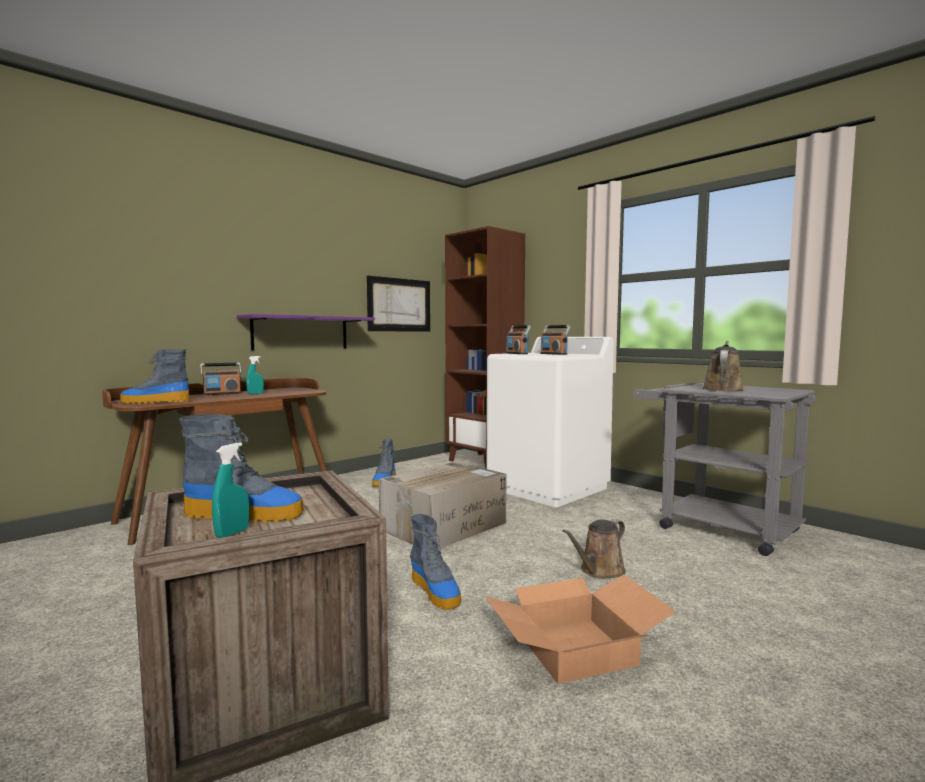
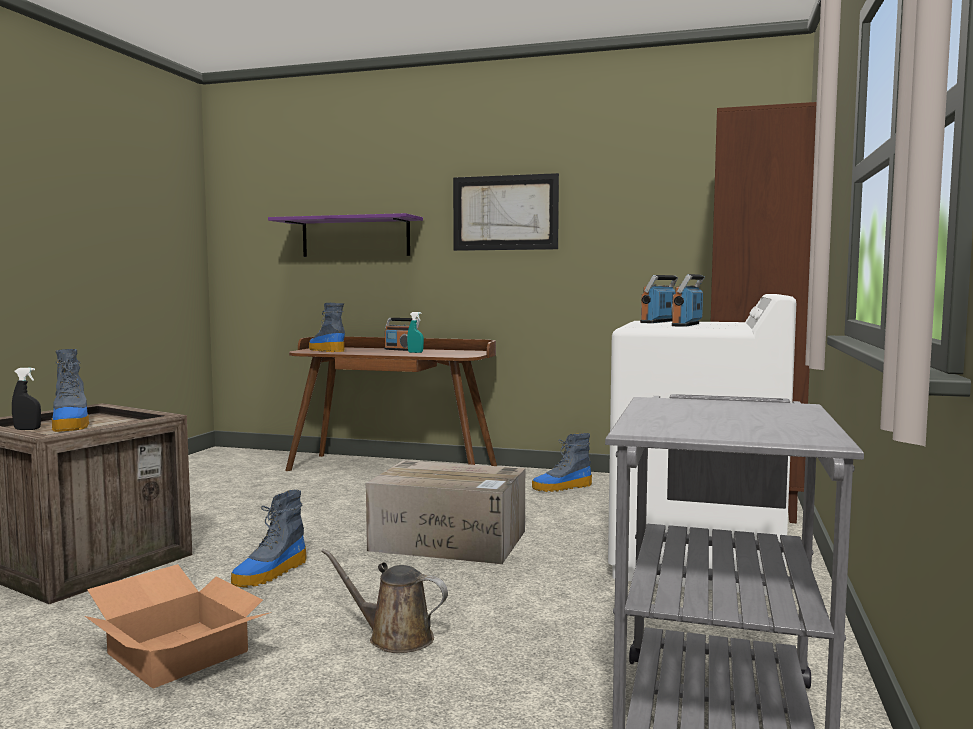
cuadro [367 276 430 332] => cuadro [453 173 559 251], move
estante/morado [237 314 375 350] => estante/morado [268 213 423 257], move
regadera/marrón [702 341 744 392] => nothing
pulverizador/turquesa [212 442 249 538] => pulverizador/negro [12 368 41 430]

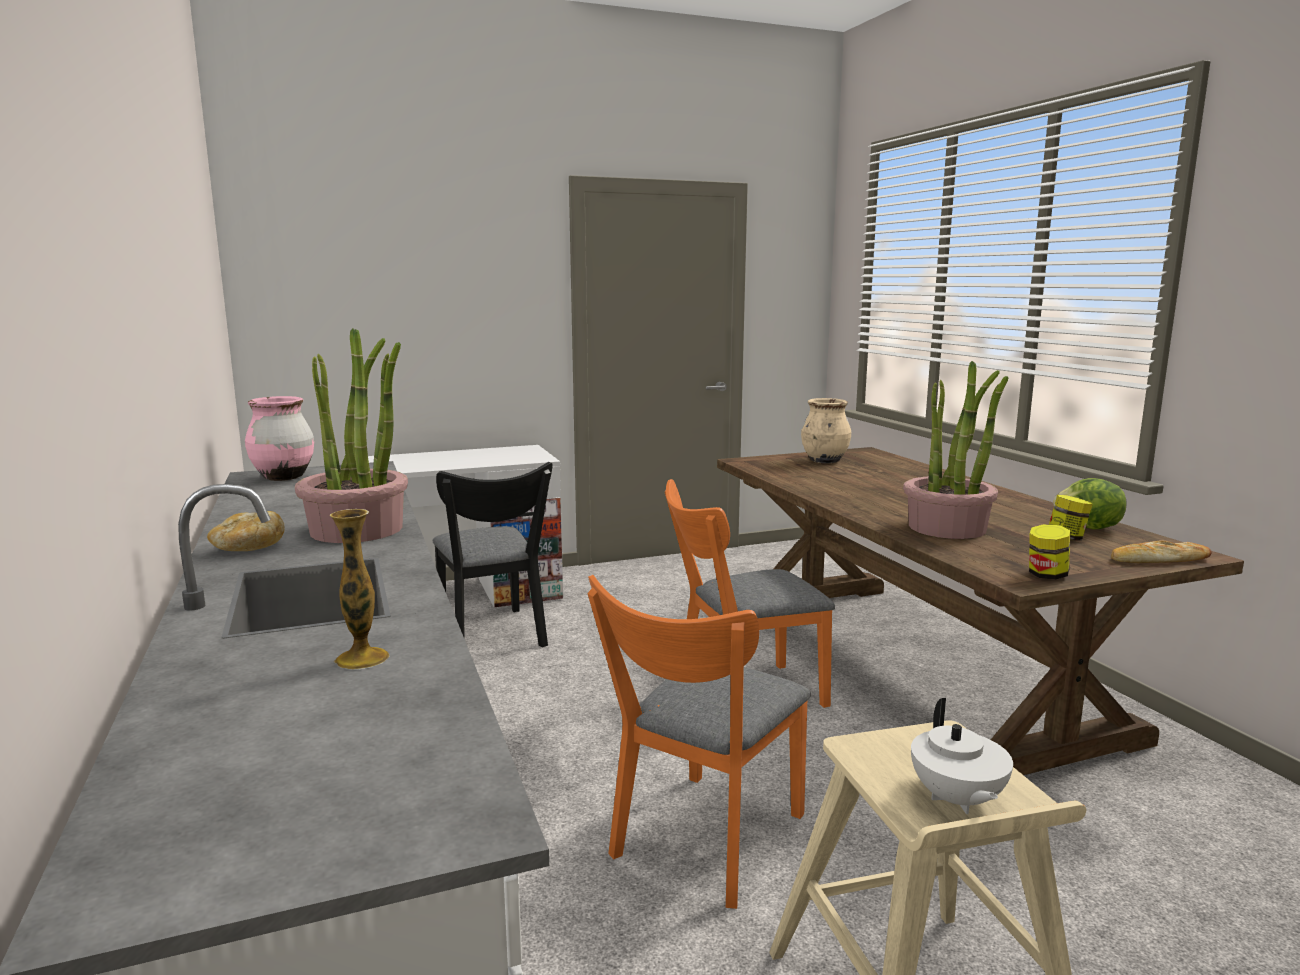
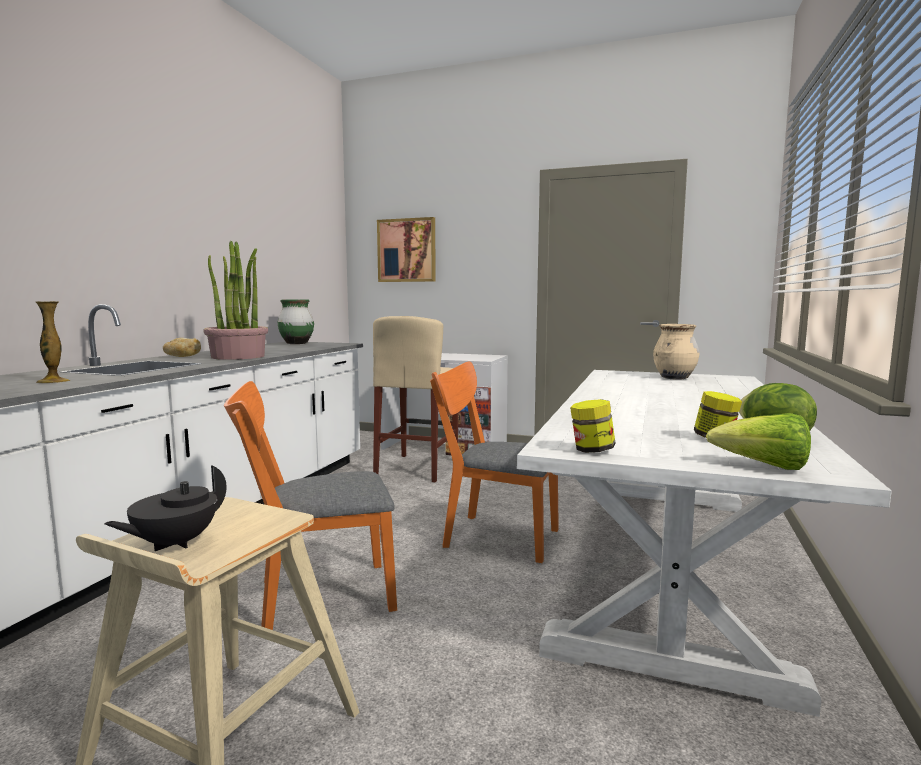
planta en maceta [903 361 1008 539] => nothing
florero/rosa [245 396 314 481] => florero/verde [278 300 314 344]
mesa de comedor/marrón [717 447 1244 775] => mesa de comedor/blanco [517 370 892 717]
silla/negro [433 462 552 647] => taburete/beis [373 316 458 482]
pan [1111 540 1211 563] => lechuga [706 413 811 470]
tetera/blanco [911 698 1013 814] => tetera/negro [104 465 227 551]
nothing => cuadro [377 217 436 282]

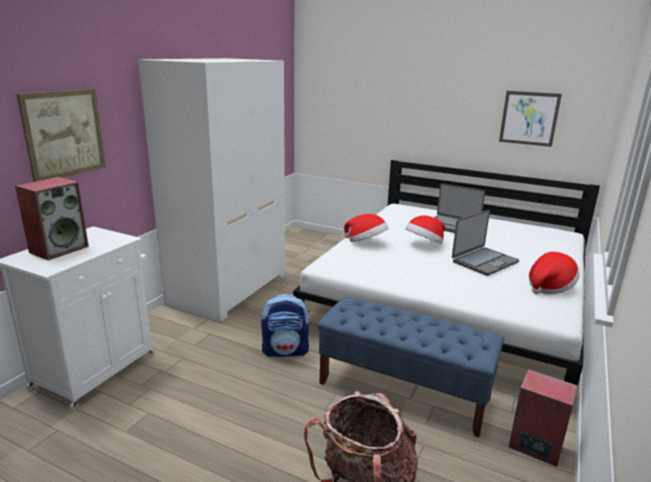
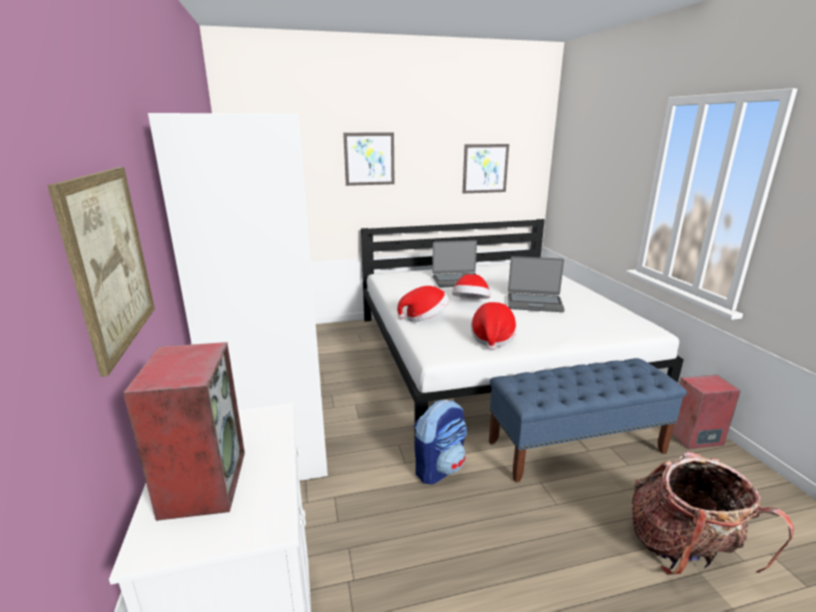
portátil [452 210 519 276] => portátil [508 256 565 312], 90 degrees clockwise
sombrero [529 252 580 294] => sombrero [471 302 517 350], move
nothing => cuadro [343 132 395 186]

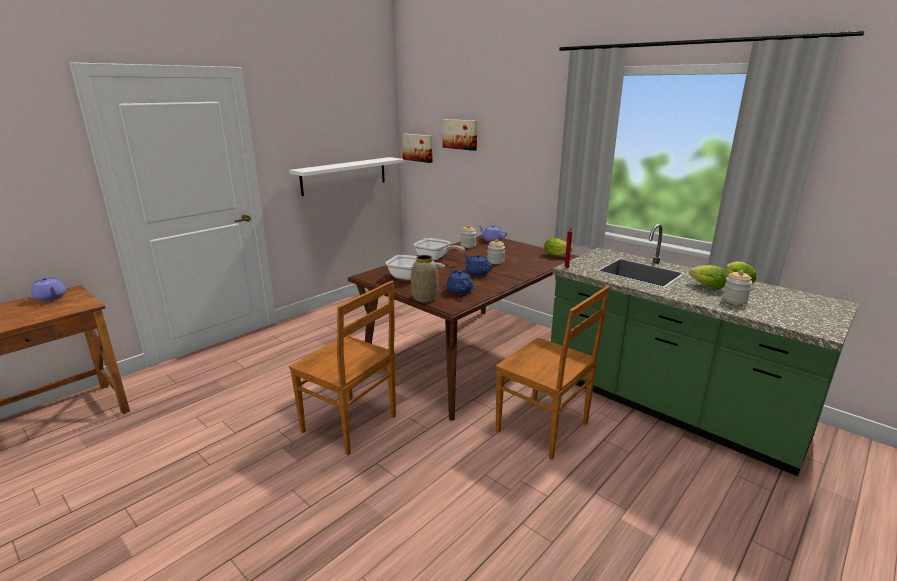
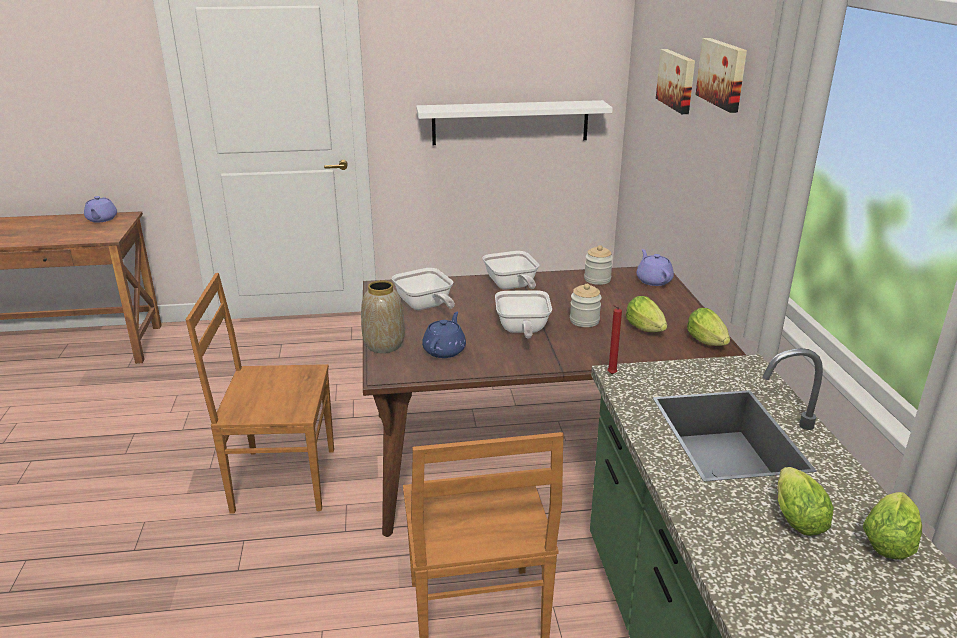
cuadro [402 133 433 163] => cuadro [695 38 747 113], move
tetera/azul [464 254 492 276] => sartén [495 290 552 338]
tarro [722 270 752 304] => nothing
silla/marrón [289 281 396 455] => silla/marrón [185 273 334 514], 105 degrees clockwise
nothing => lechuga [626 296 667 332]

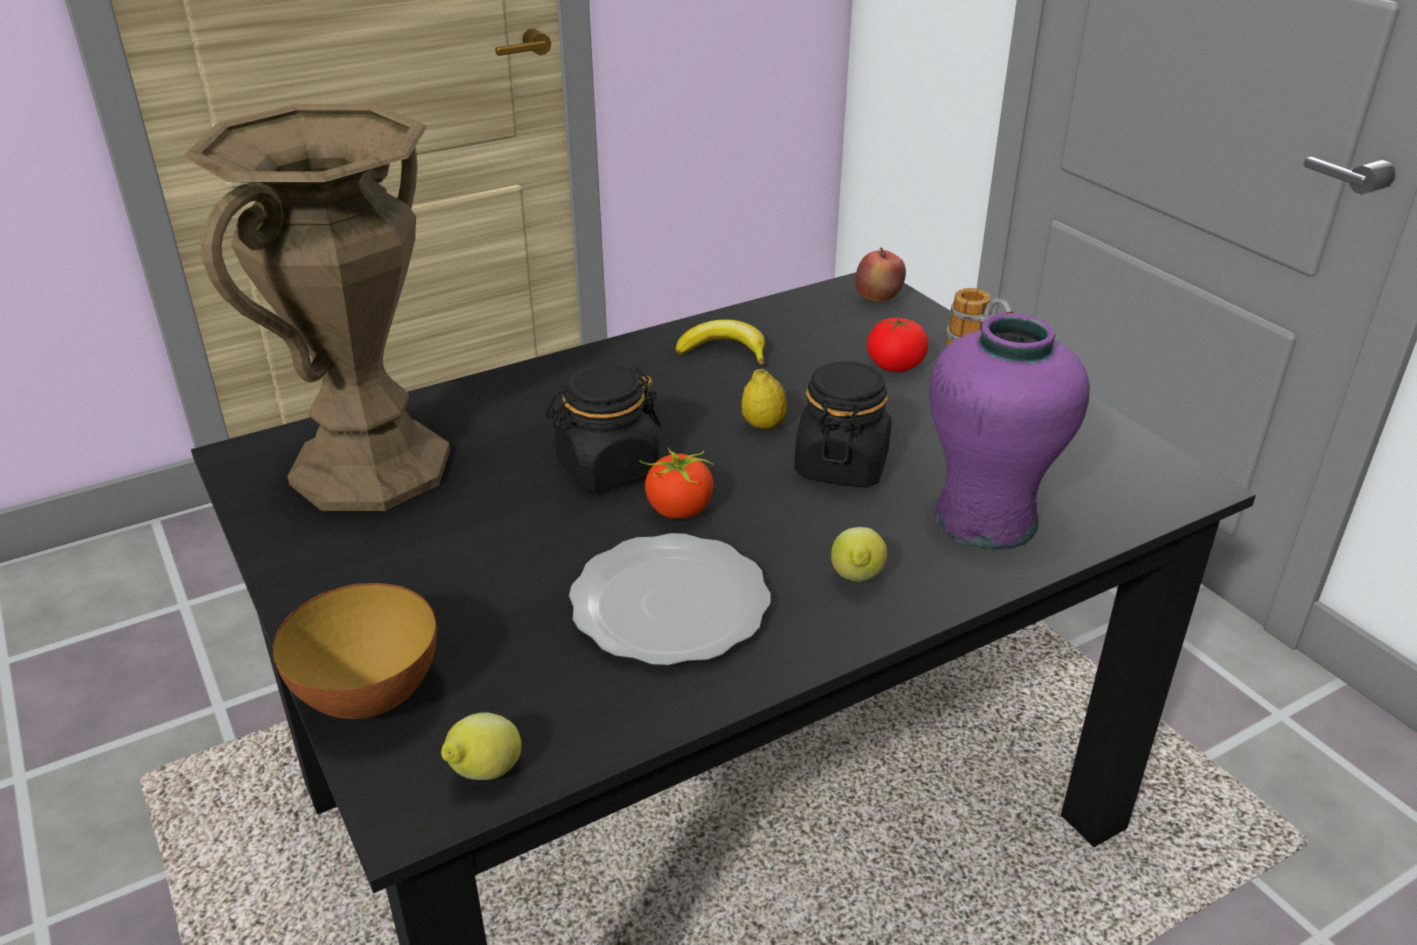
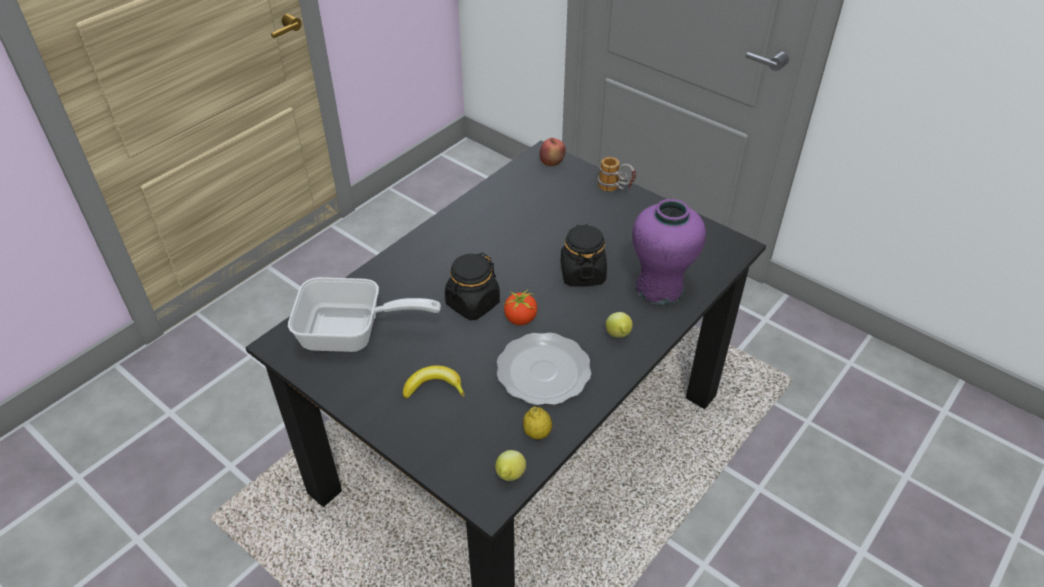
florero/marrón [184 104 450 511] => sartén [288 277 441 352]
tomate [867 316 928 372] => nothing
plátano [676 320 765 365] => plátano [403 365 465 399], move
limón [741 369 788 430] => limón [523 406 552 439], move
cuenco [273 583 437 719] => nothing

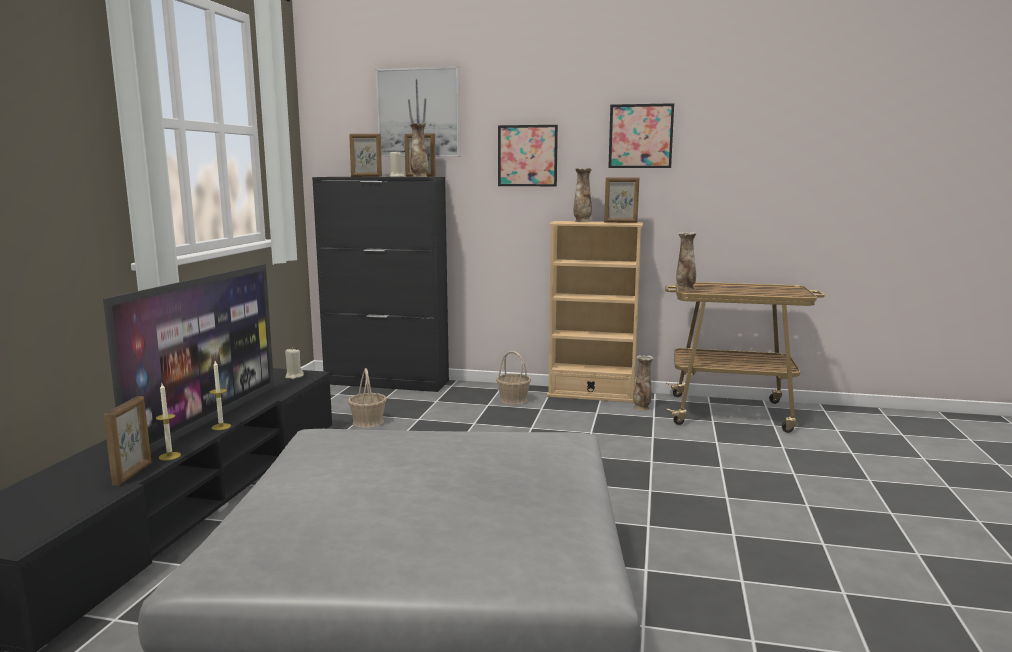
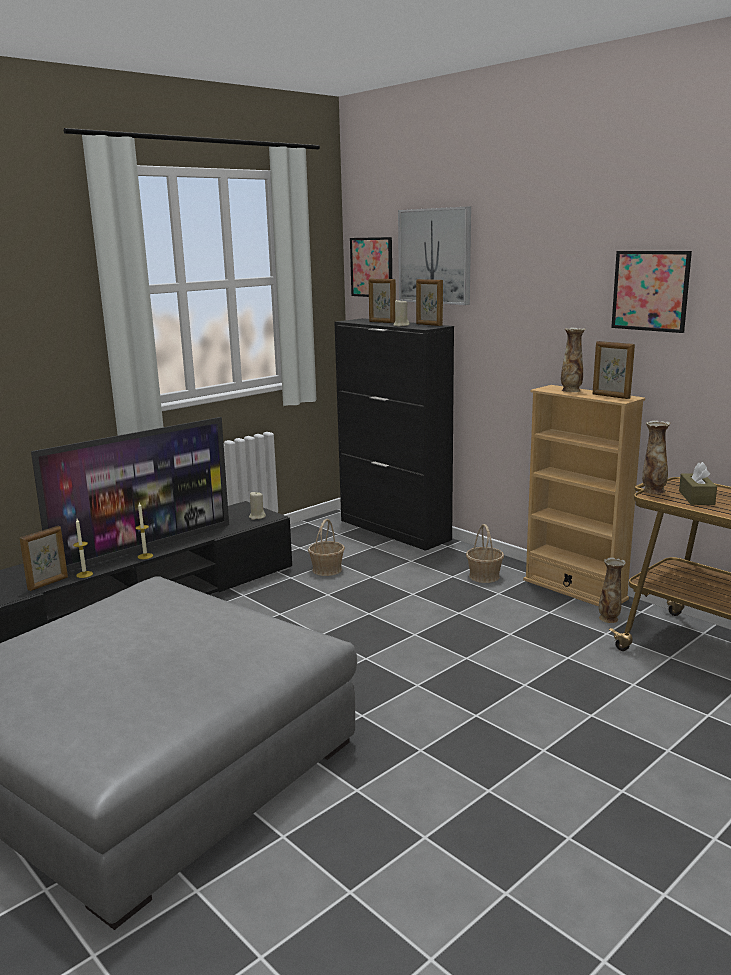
florero [409 123 428 177] => nothing
cuadro [498 125 558 186] => cuadro [350 237 392 297], move
nothing => caja de pañuelos/marrón [679 462 717 505]

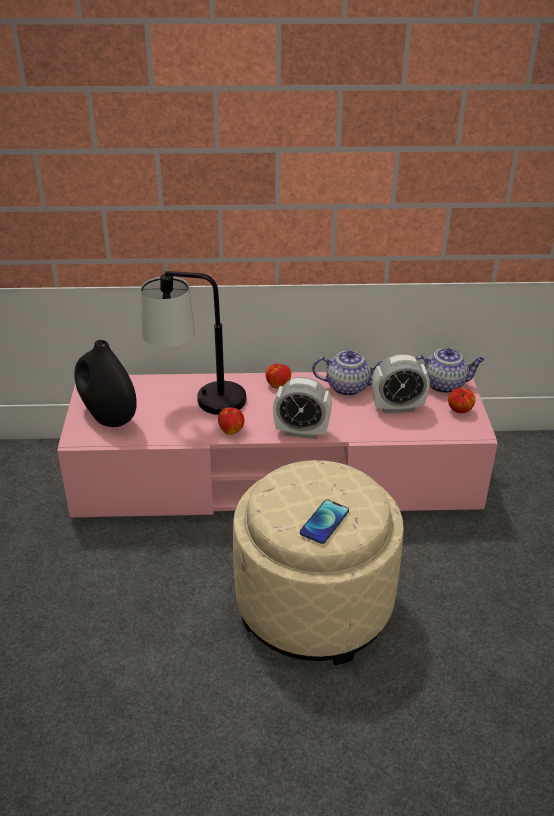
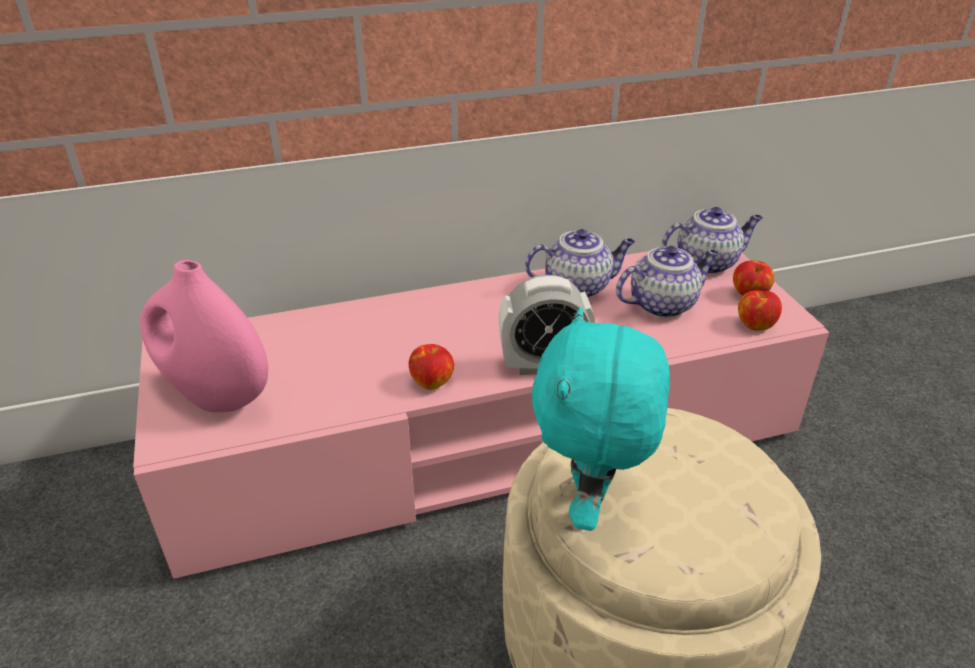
lámpara de mesa [141 271 246 415] => nothing
florero/negro [74 340 137 427] => florero/rosa [140 260 268 412]
despertador [372 354 430 413] => tetera [616 246 719 318]
manzana [266 364 291 388] => manzana [738 290 782 330], move
móvil [300 500 349 544] => nothing
nothing => peluche/turquesa [531 307 670 531]

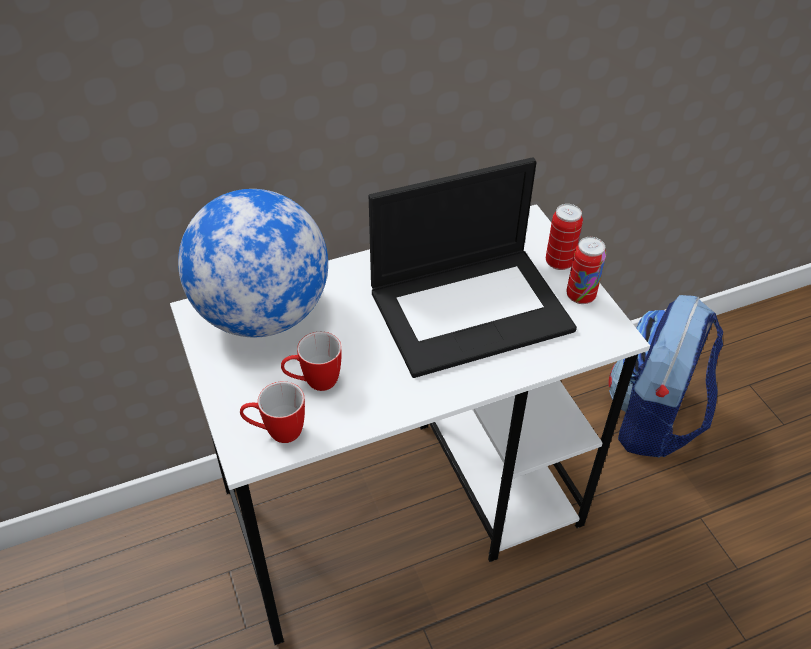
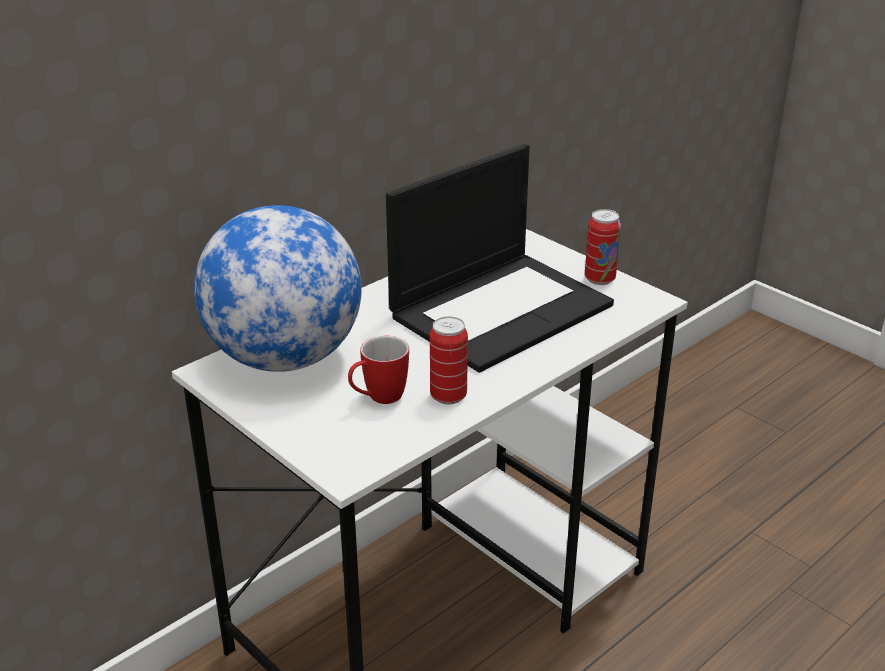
lata [546 204 583 270] => lata [430 316 468 404], move
mochila [608 295 723 457] => nothing
taza grande [240 381 305 443] => nothing

